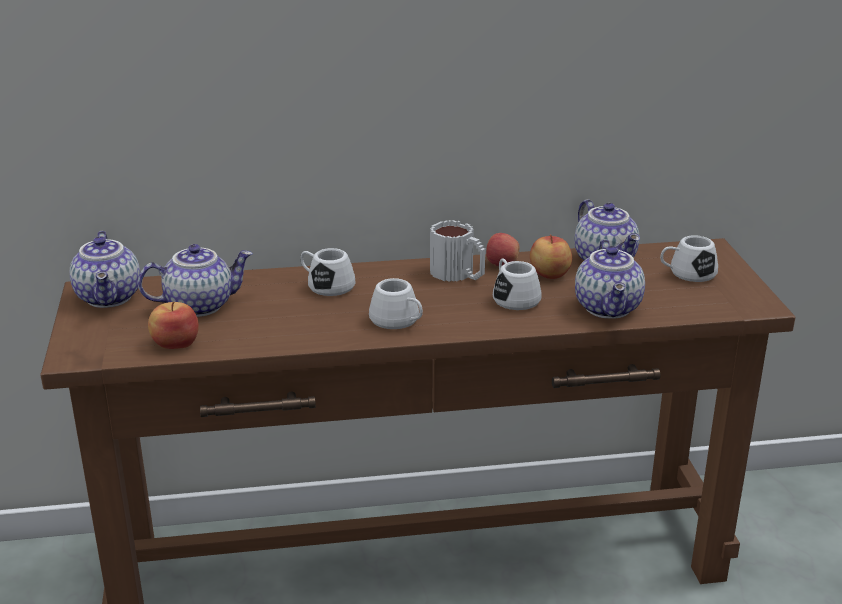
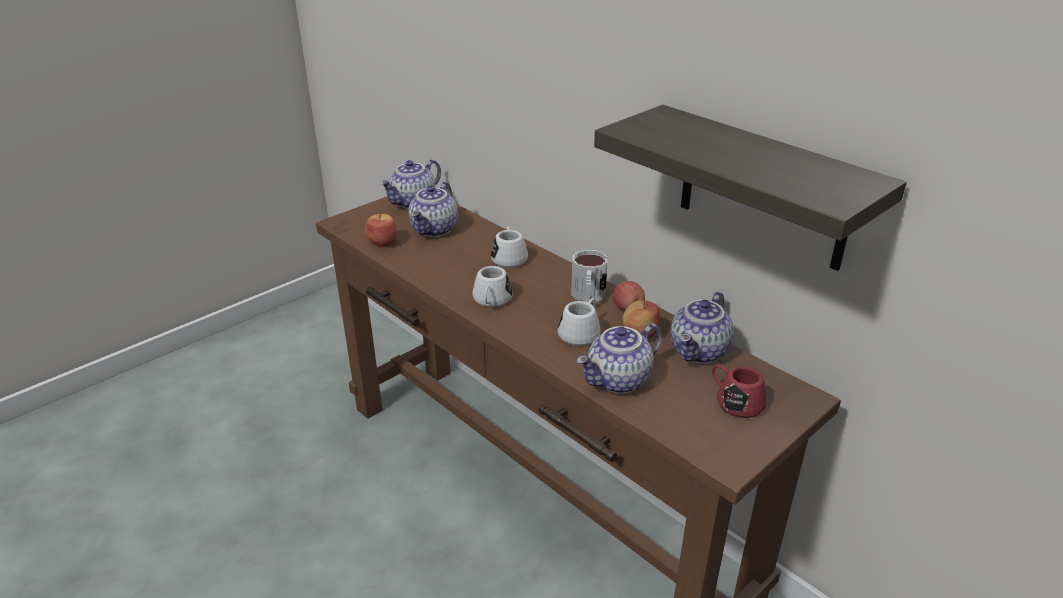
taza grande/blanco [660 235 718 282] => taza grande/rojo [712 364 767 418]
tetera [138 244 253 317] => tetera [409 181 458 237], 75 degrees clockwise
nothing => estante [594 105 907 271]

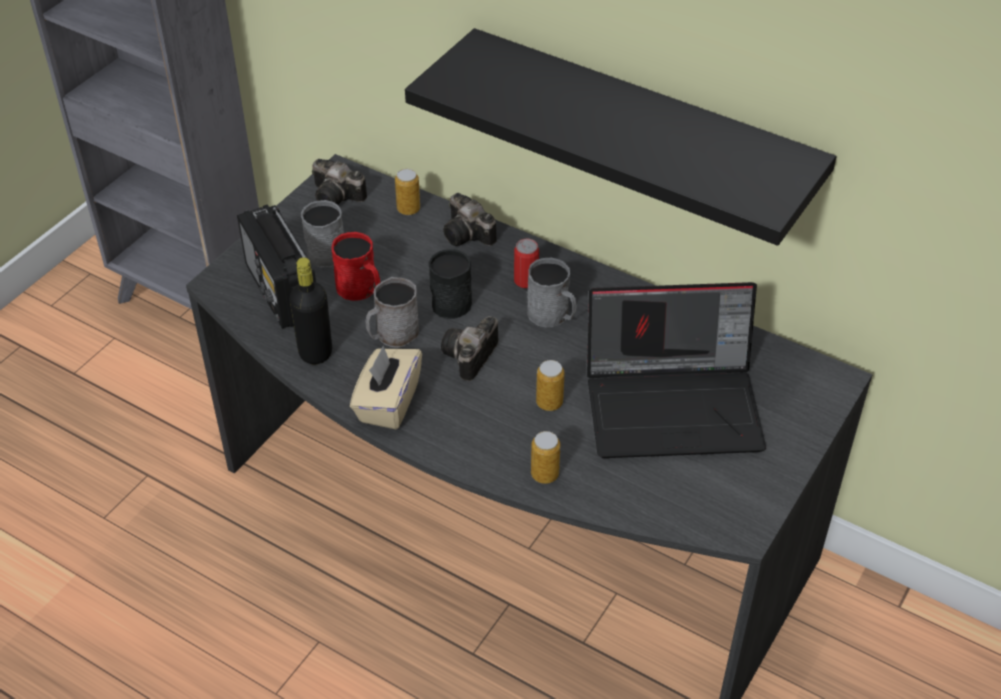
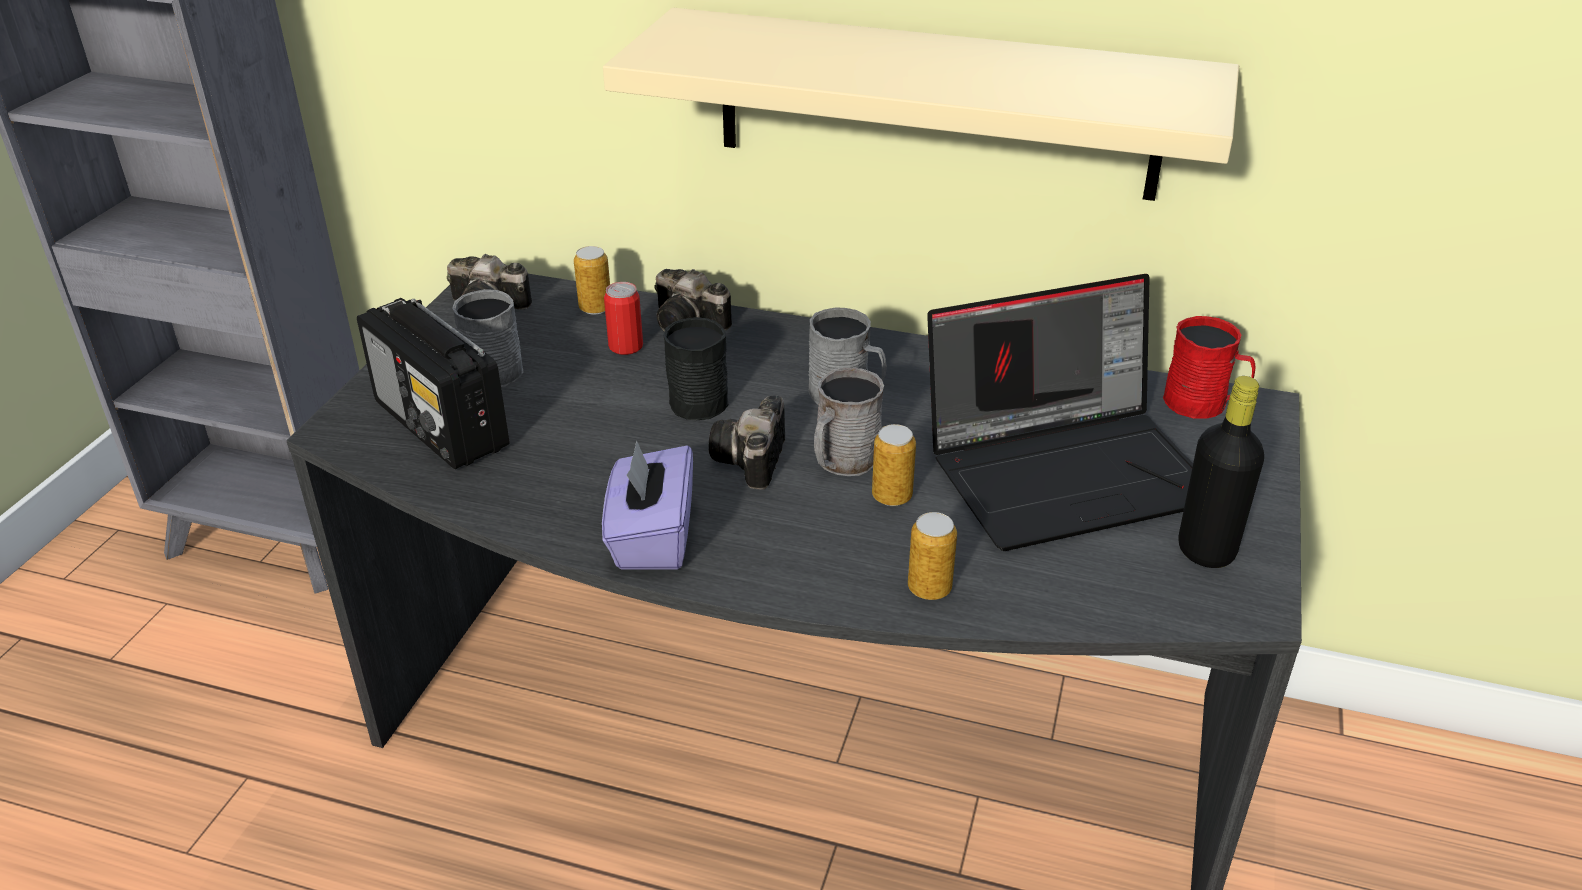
estante/negro [405 28 836 246] => estante/beis [603 8 1239 201]
taza grande/rojo [332 232 380 301] => taza grande/rojo [1163 316 1256 419], move
lata [514 239 539 288] => lata [604 282 643 355], move
botella/negro [289 257 332 364] => botella/negro [1178 376 1264 568], move
taza grande/gris [366 277 419 348] => taza grande/gris [814 368 884 476], move
caja de pañuelos/beis [350 346 422 429] => caja de pañuelos/morado [602 440 693 570]

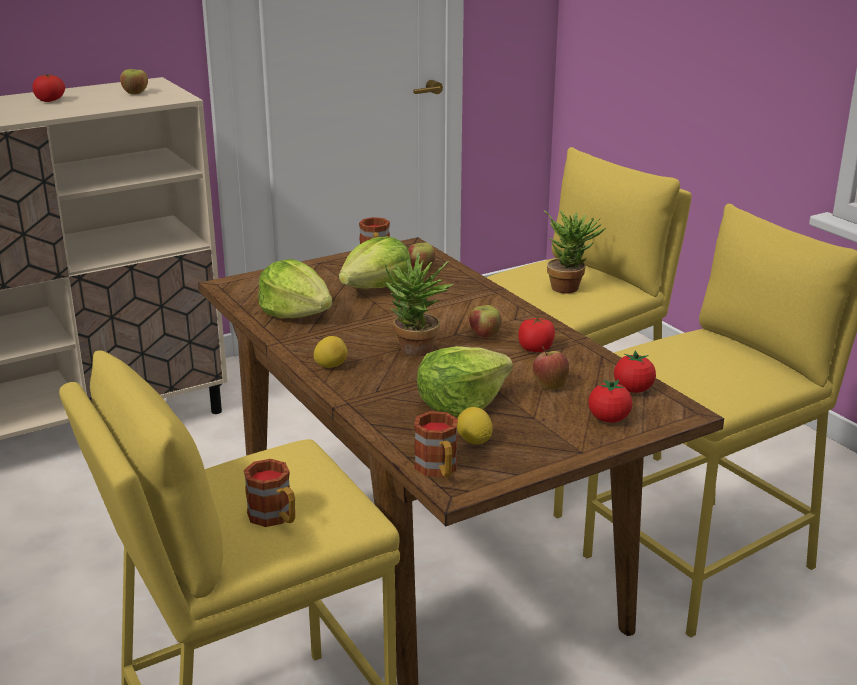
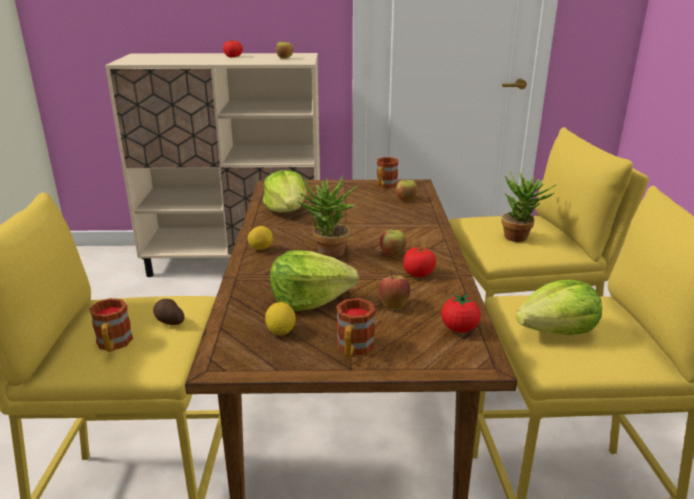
lechuga [339 236 411 289] => lechuga [516 280 602 335], move
tomate [589 379 632 423] => nothing
taza grande [414 411 458 477] => taza grande [336 298 375 357], move
nothing => patata [153 299 184 325]

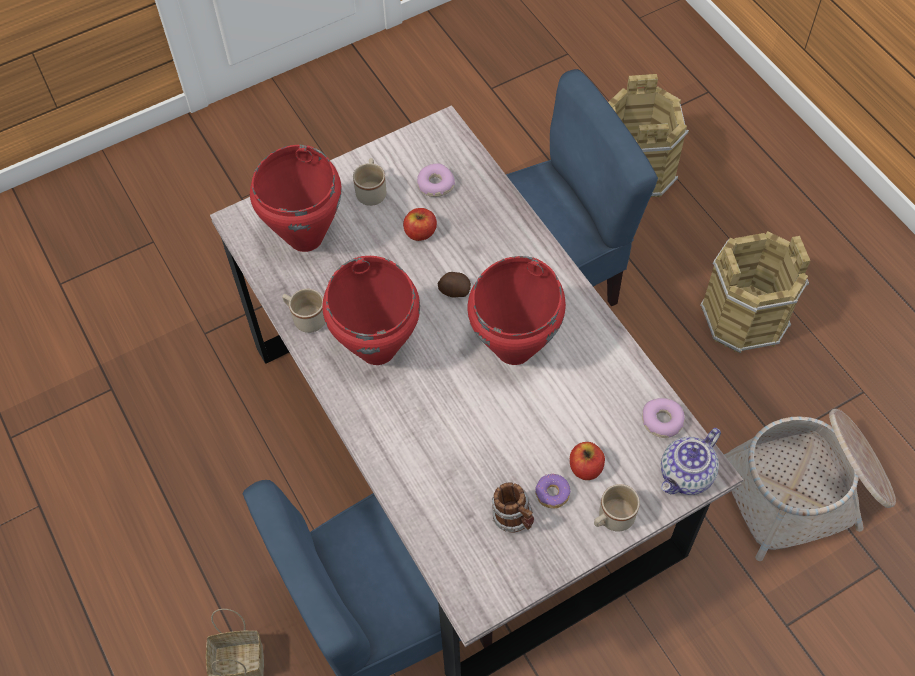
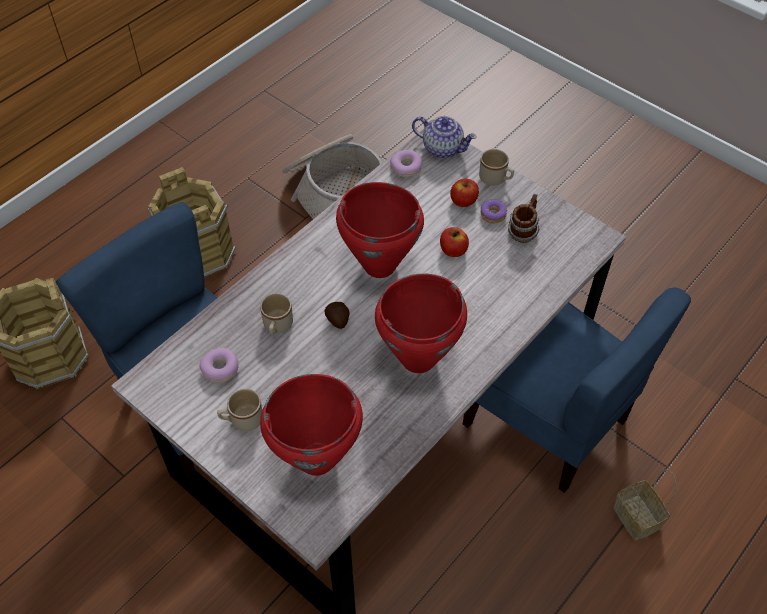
manzana [403 208 437 241] => manzana [440 227 469 257], move
taza grande/beis [282 289 325 333] => taza grande/beis [260 293 293 335], move

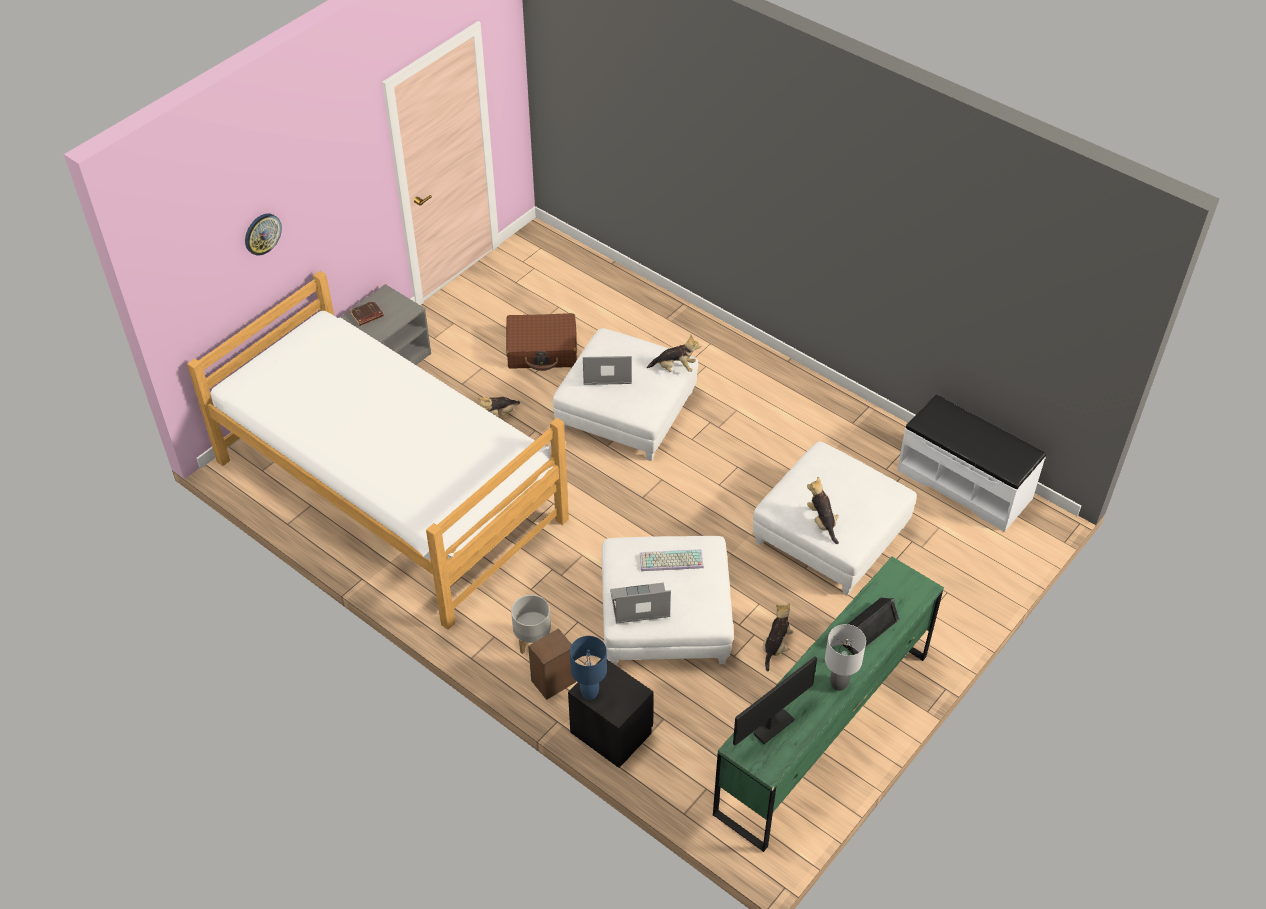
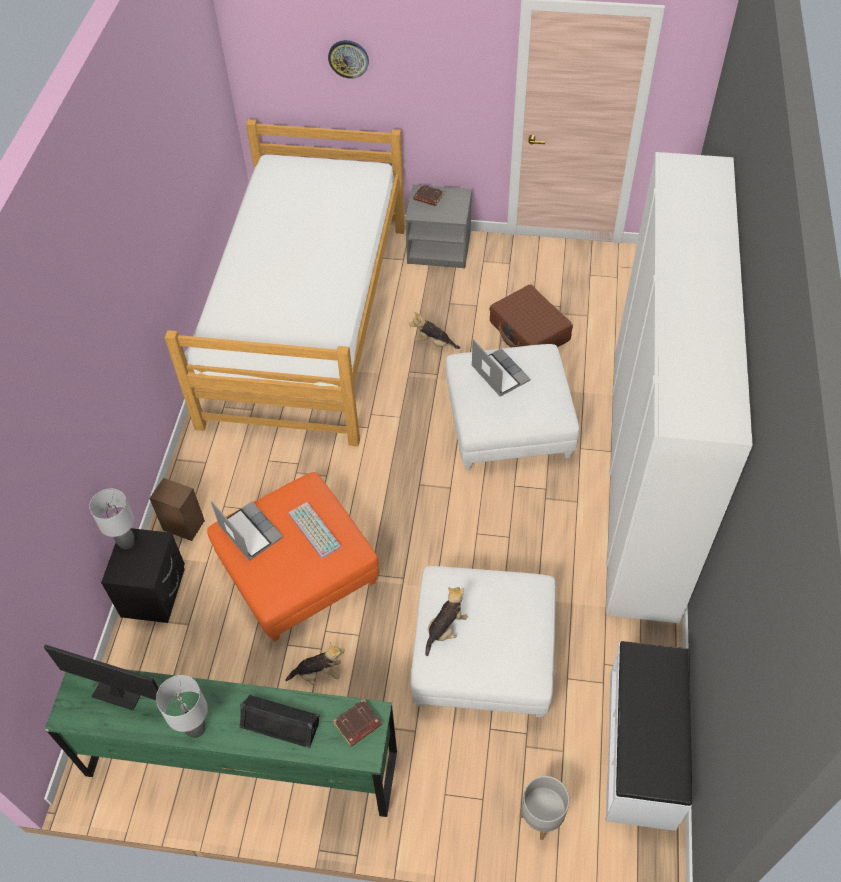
peluche [647 334 701 372] => nothing
puf/blanco [602 536 734 666] => puf/naranja [207 472 379 642]
maceta/gris [511 595 551 654] => maceta/gris [520 776 569 840], move
lámpara de mesa/azul [570 636 607 700] => lámpara de mesa/gris [89 489 135 549]
nothing => armario ropero/blanco [606 152 753 624]
nothing => libro/marrón [333 699 382 747]

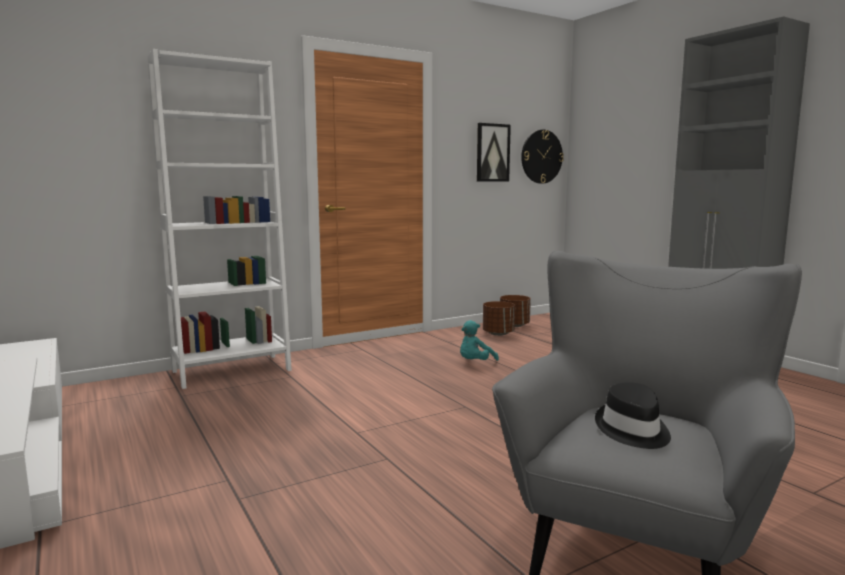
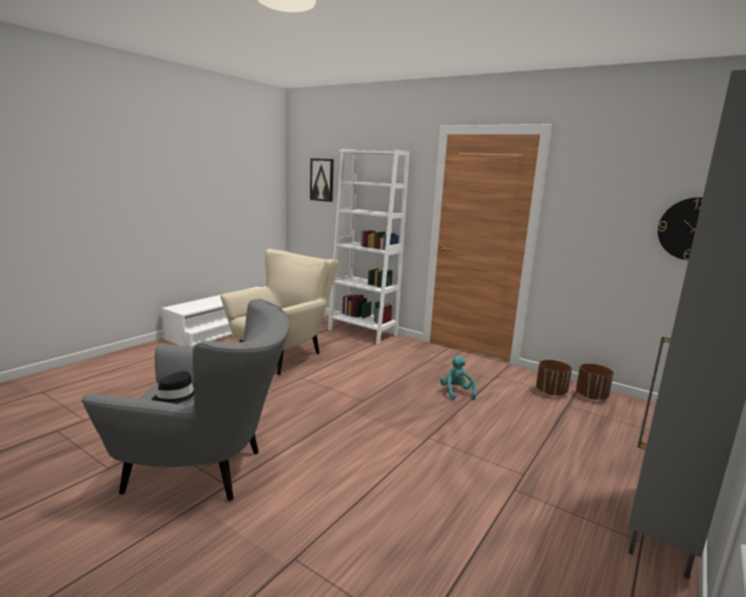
cuadro [477 123 511 181] => cuadro [310 158 334 202], move
peluche/turquesa [460 320 499 361] => peluche/turquesa [440 355 477 400], 60 degrees clockwise
nothing => sillón/beis [220 249 339 376]

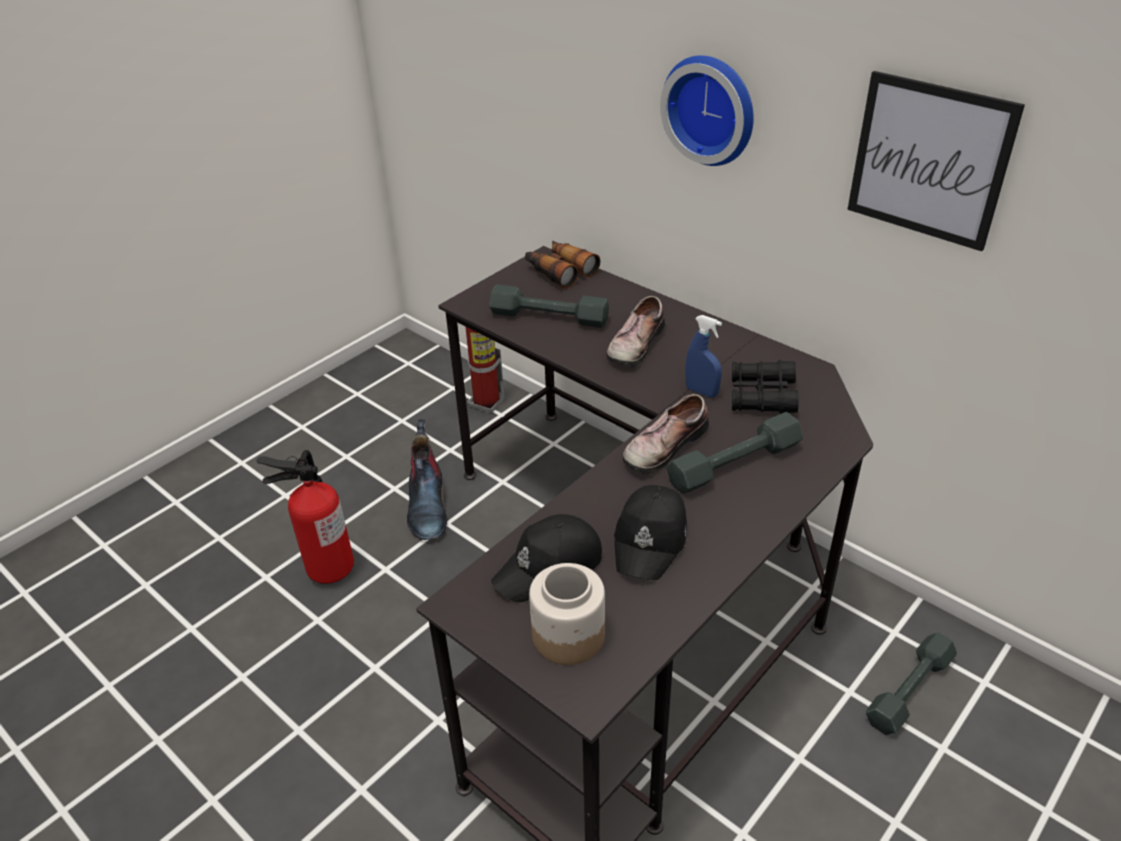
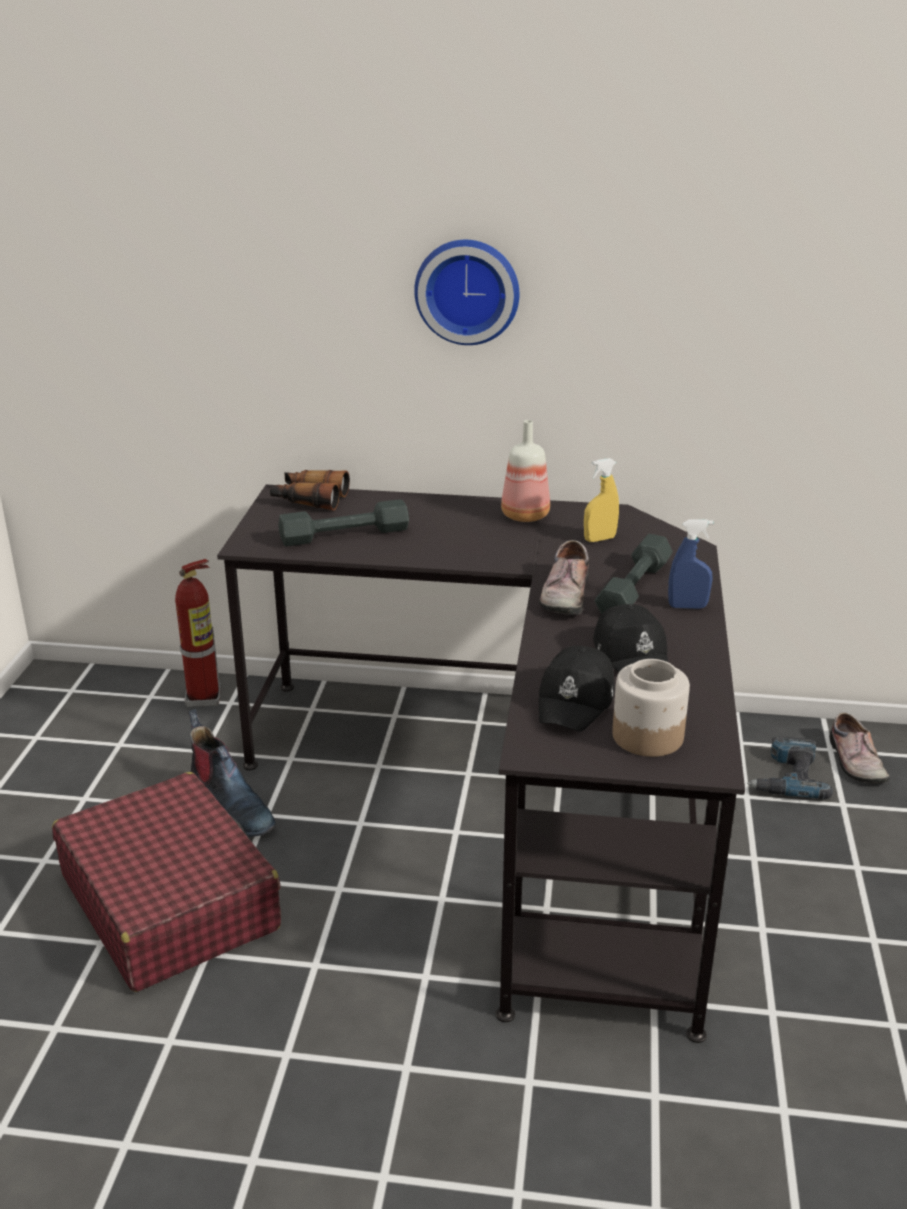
cuadro [847 71 1025 251] => nothing
zapato [606 296 665 367] => zapato [829 712 890 783], move
pulverizador/azul [685 315 722 397] => pulverizador/azul [668 520 713 609], move
prismáticos/negro [732 360 799 414] => pulverizador/amarillo [584 458 619 542]
extintor [257 450 354 584] => maleta/rojo [52 772 281 992]
mancuerna/gris [866 633 957 735] => taladro [747 736 833 799]
nothing => botella [501 420 550 522]

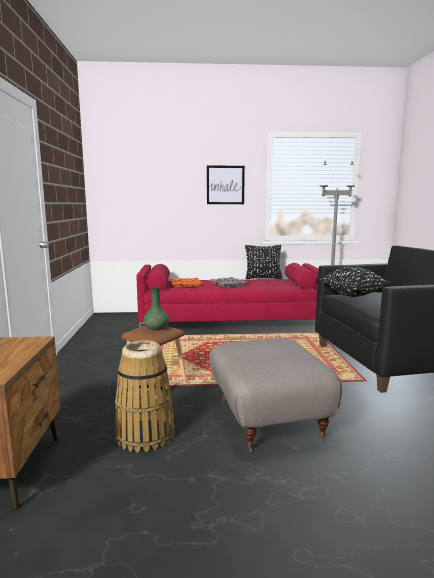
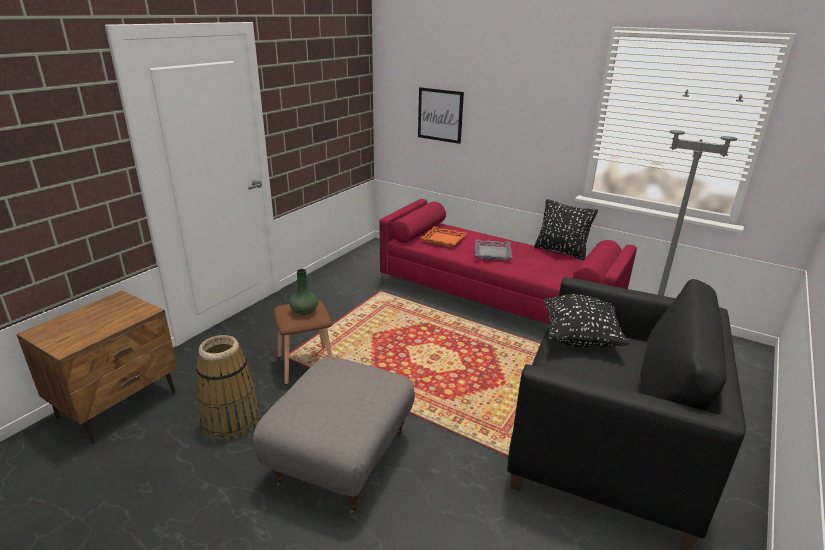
cuadro [207 165 245 204] => cuadro [418 87 464 144], move

